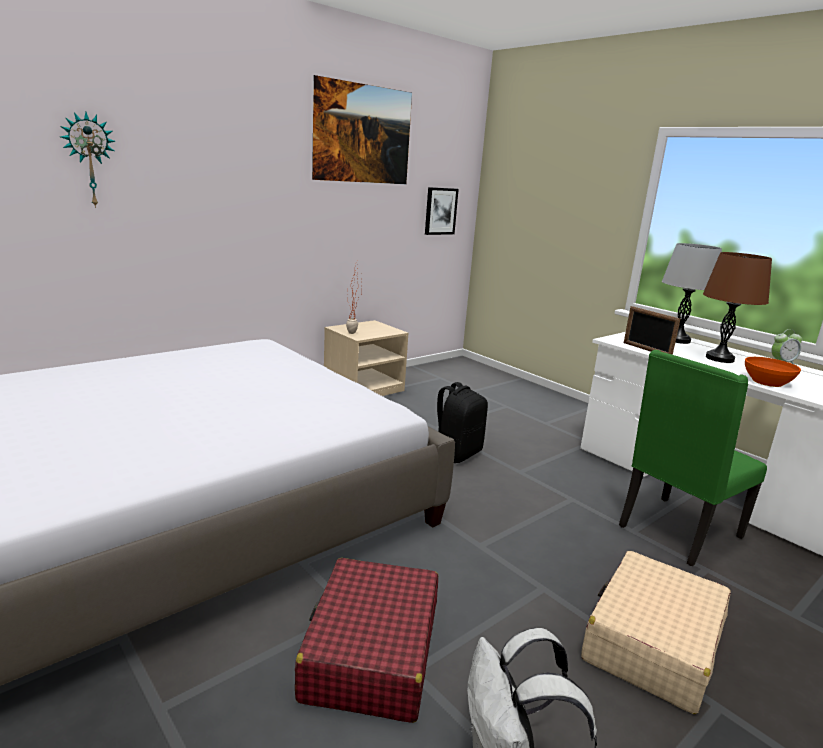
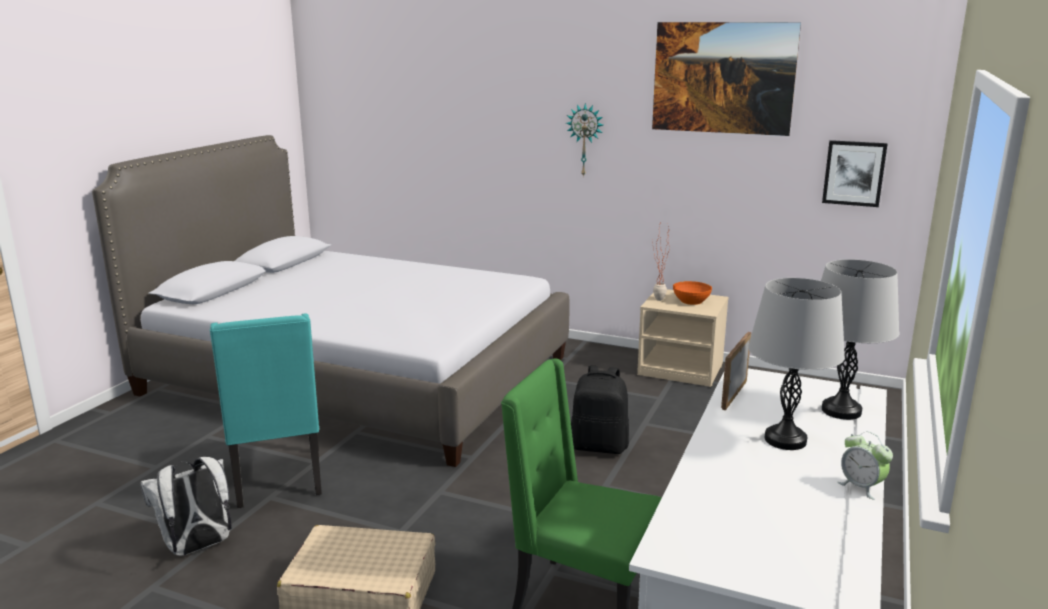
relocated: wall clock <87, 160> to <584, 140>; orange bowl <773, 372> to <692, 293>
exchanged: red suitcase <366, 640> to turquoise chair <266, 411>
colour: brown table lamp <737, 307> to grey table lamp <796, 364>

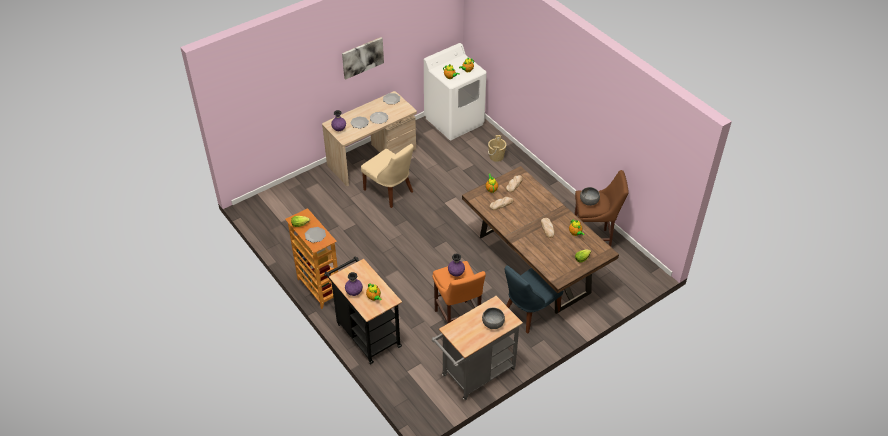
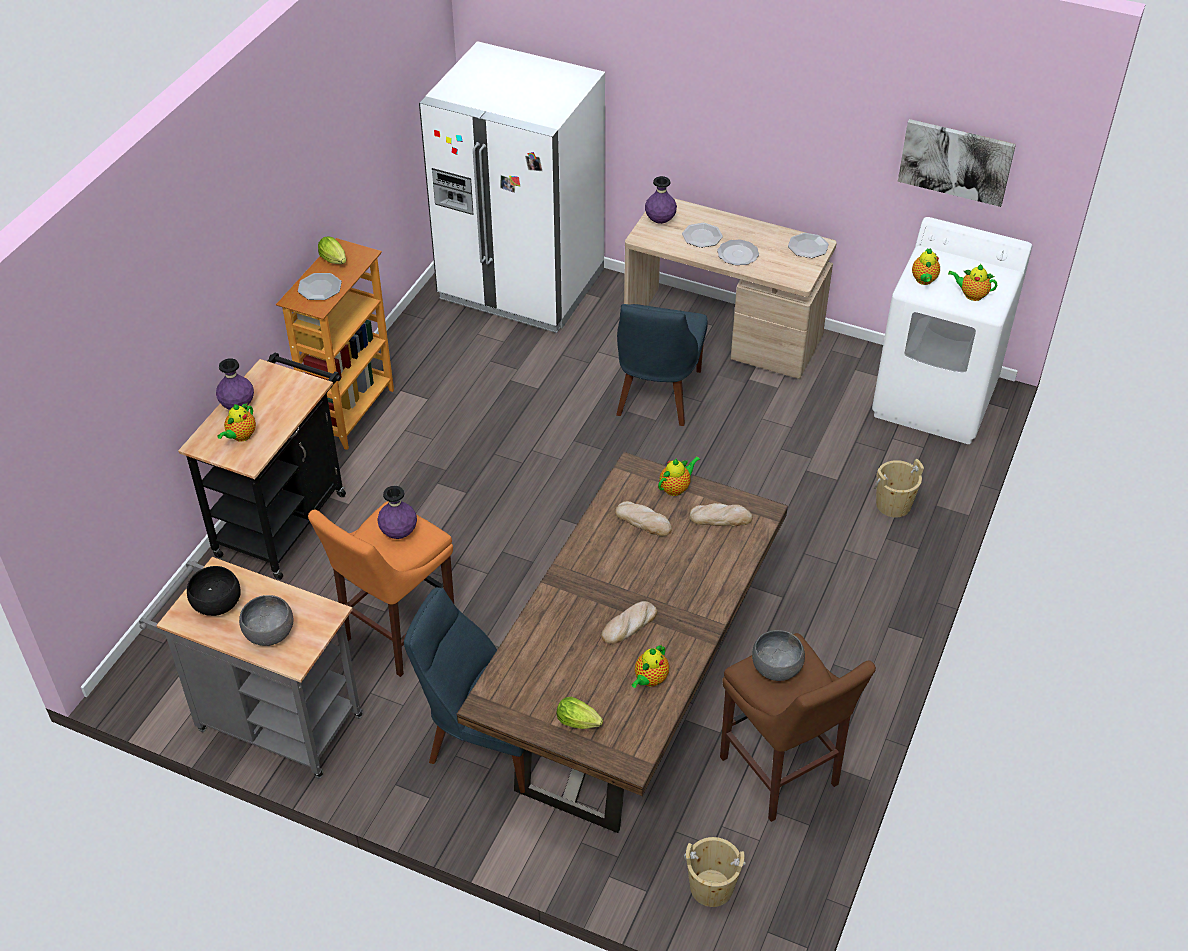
appeared: white fridge <512, 187>; black bowl <214, 591>; beige bucket <715, 872>
relocated: picture <363, 58> to <957, 163>
colour: beige chair <387, 176> to blue chair <662, 365>

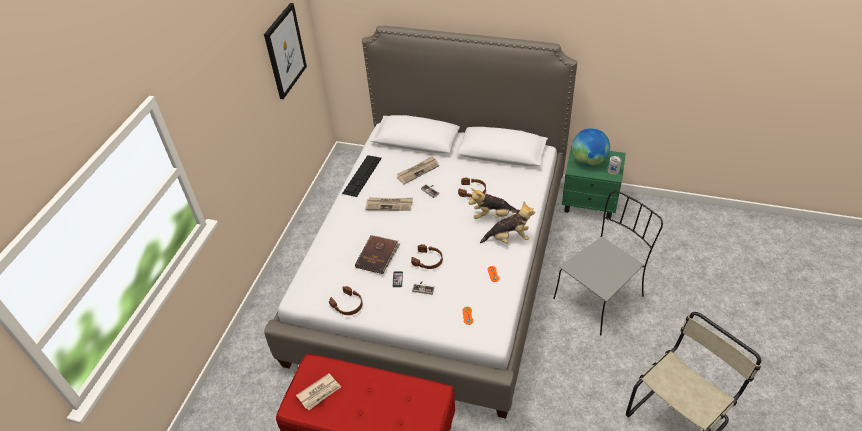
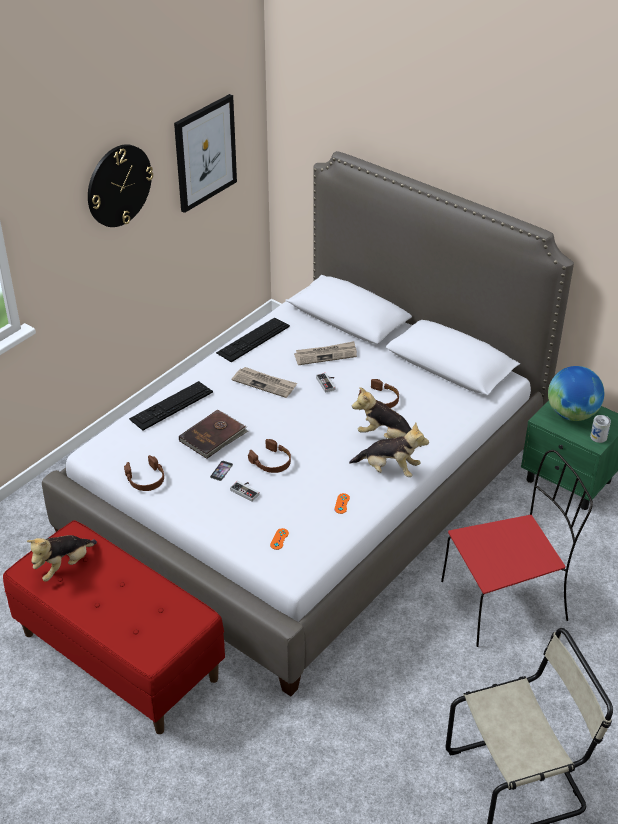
appeared: wall clock <120, 185>; keyboard <171, 406>
exchanged: newspaper <318, 391> to plush toy <61, 558>
colour: grey chair <608, 263> to red chair <517, 548>

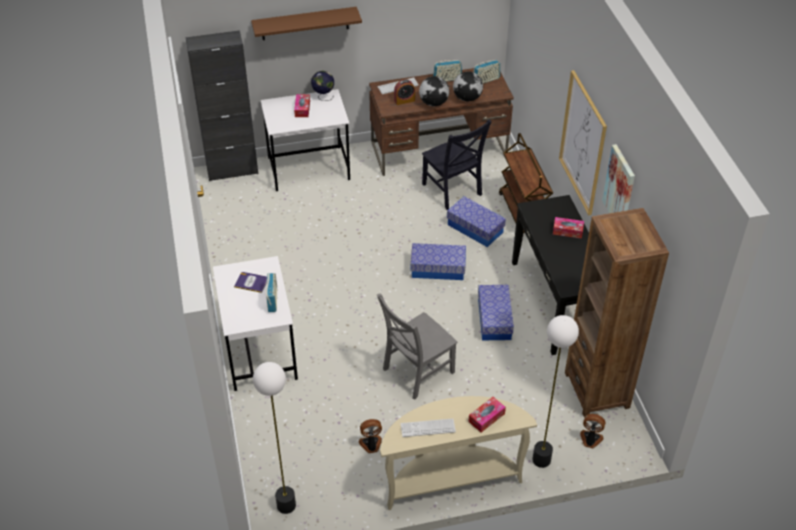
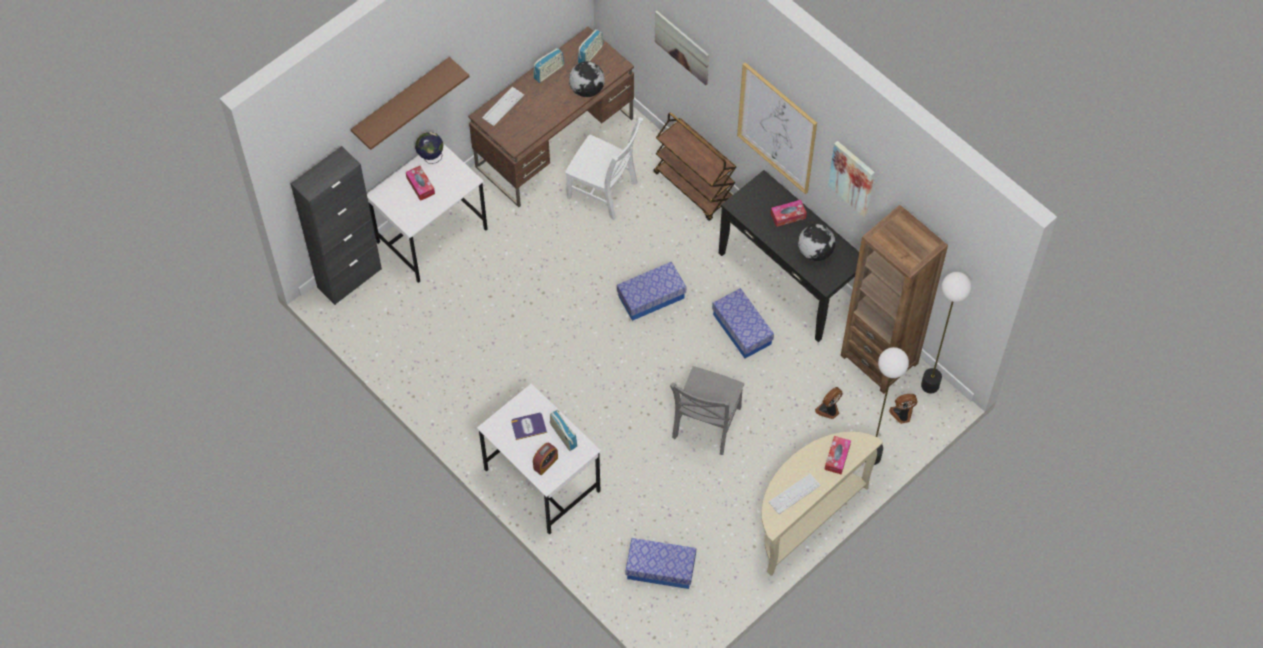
appeared: picture <682, 48>
relocated: globe <434, 91> to <817, 242>; alarm clock <404, 92> to <545, 459>; storage box <476, 221> to <661, 563>; floor lamp <274, 438> to <946, 332>; fan <370, 436> to <828, 403>
colour: black chair <457, 164> to white chair <604, 168>

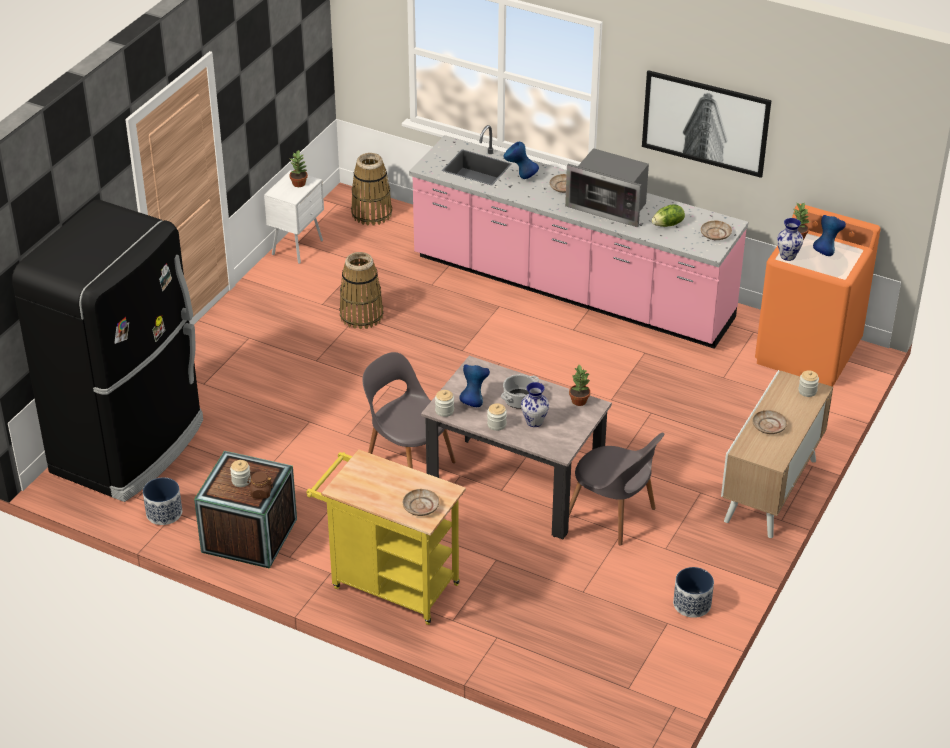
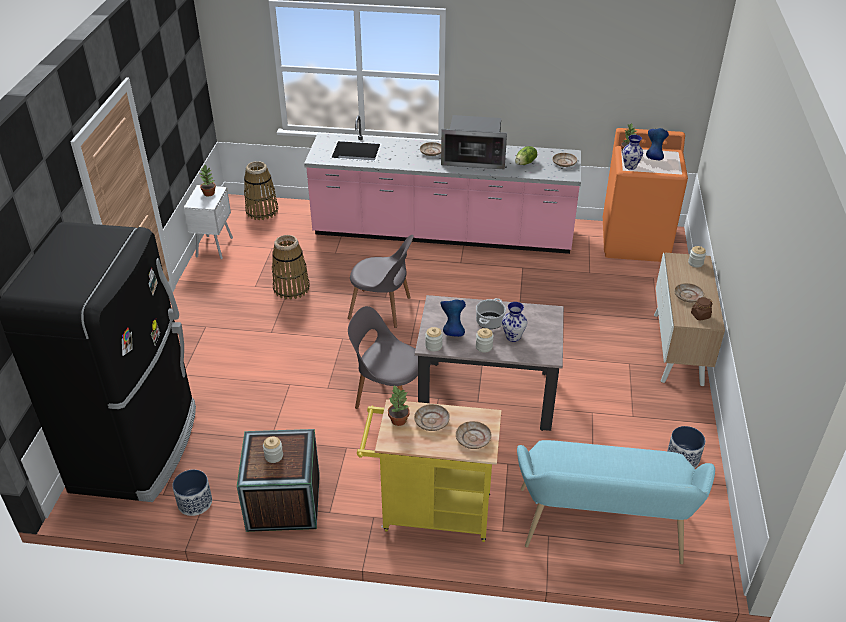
missing: picture <707, 124>; blue vase <521, 160>
appeared: beige plate <432, 417>; turquoise bench <616, 502>
relocated: potted plant <579, 385> to <399, 406>; grey chair <616, 489> to <381, 281>; brown jar <260, 485> to <702, 308>

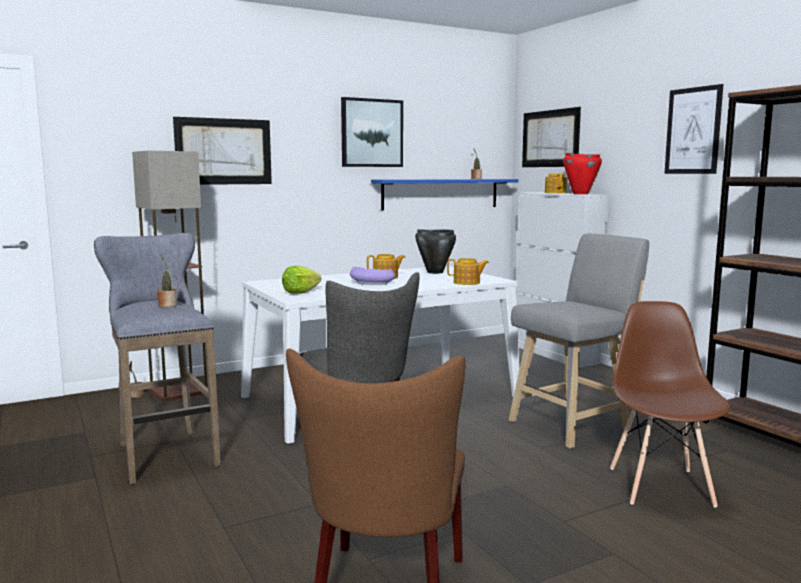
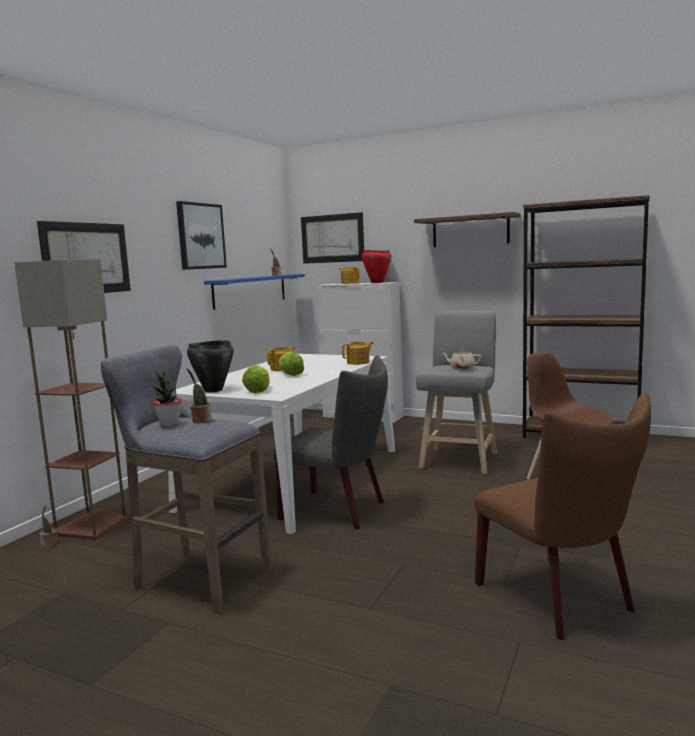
appeared: beige teapot <462, 359>; potted plant <167, 399>
relocated: black cooking pot <435, 251> to <210, 366>
exchanged: picture <693, 129> to shelf <467, 229>; purple bowl <372, 276> to lettuce <291, 364>

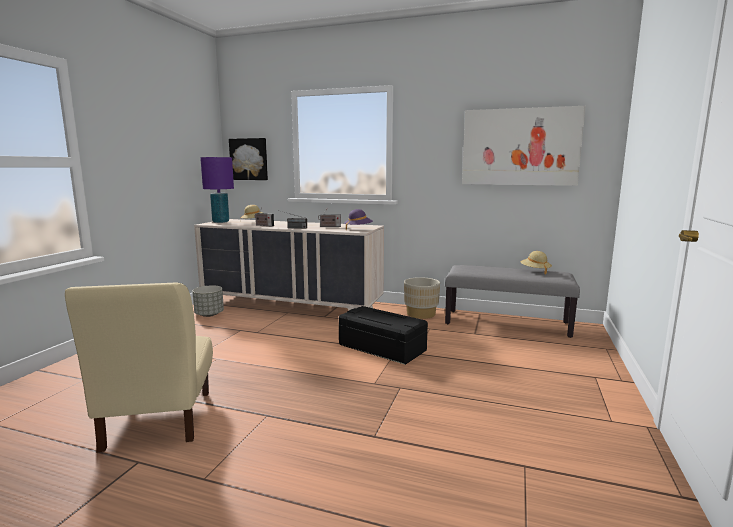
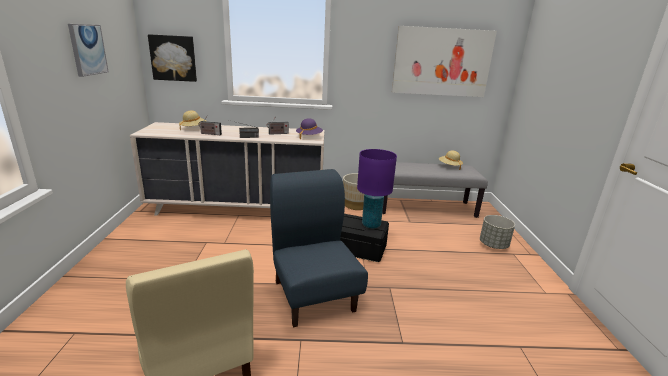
appeared: picture <88, 50>; blue chair <319, 248>
relocated: purple table lamp <217, 190> to <377, 188>; grey planter <208, 301> to <497, 232>

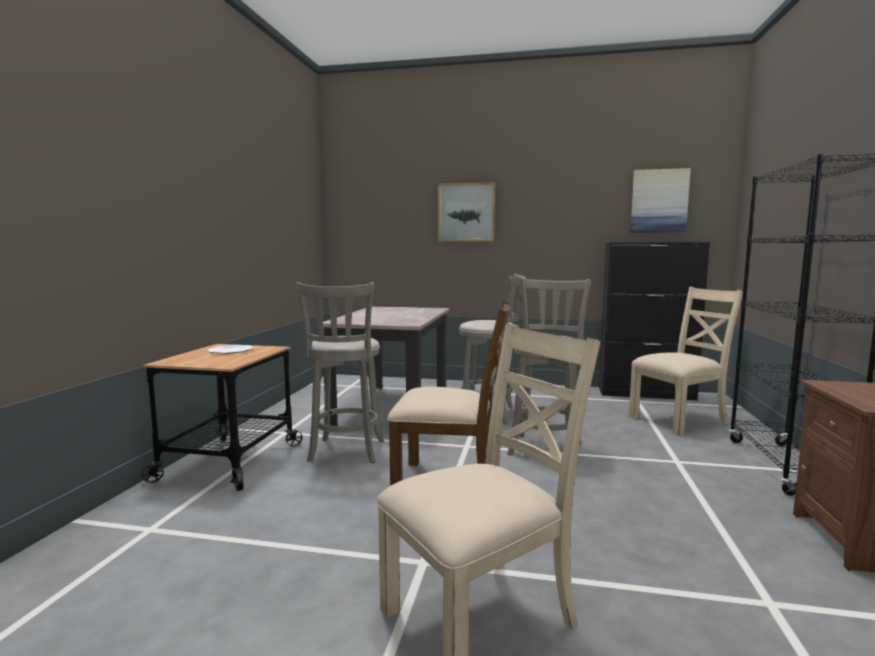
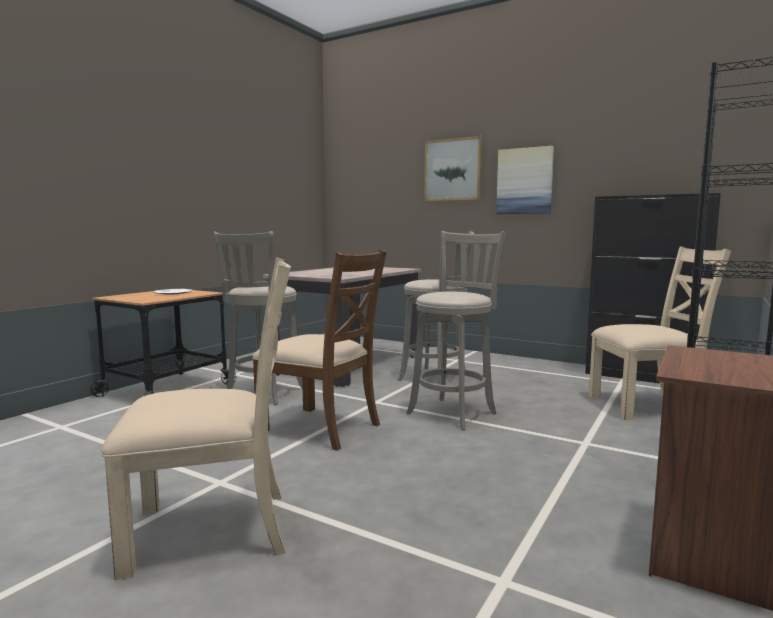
relocated: picture <660, 200> to <525, 180>

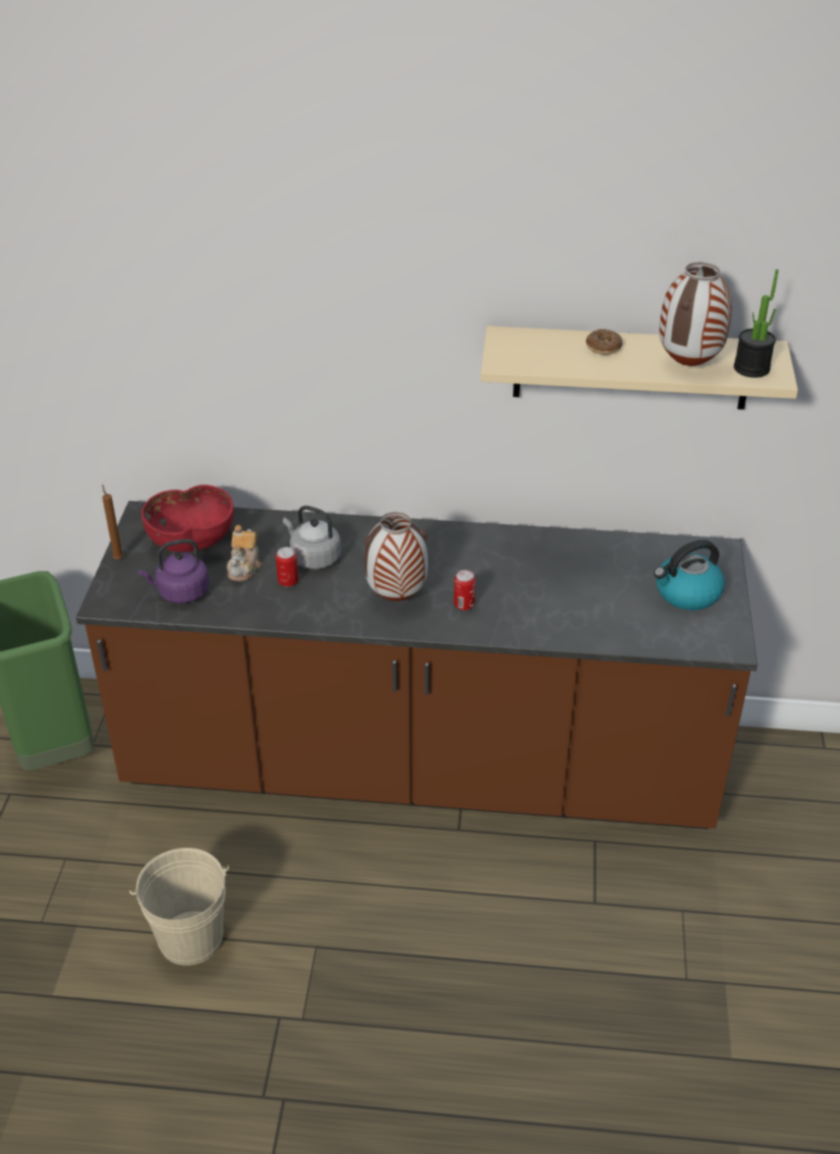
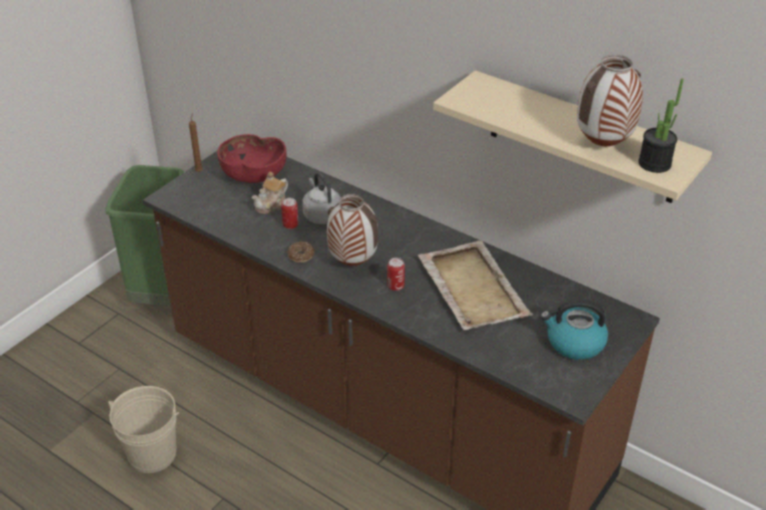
missing: purple kettle <173, 571>
appeared: beige tray <475, 285>
relocated: donut <604, 342> to <300, 252>

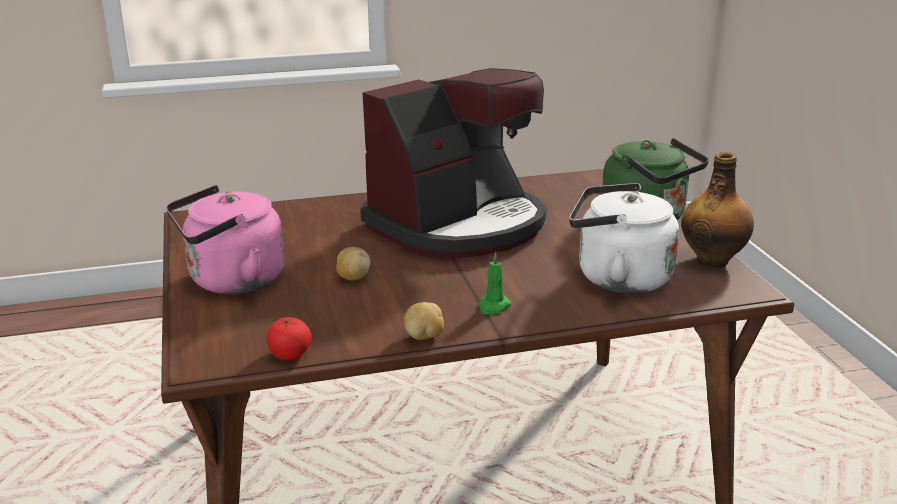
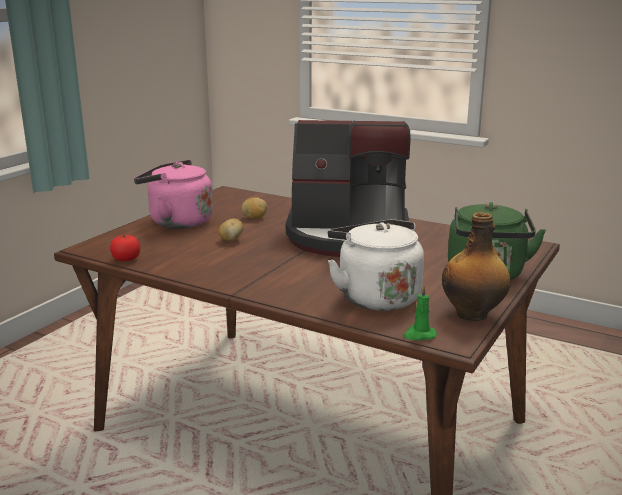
relocated: green candle <494, 283> to <420, 312>; potato <424, 321> to <254, 208>

